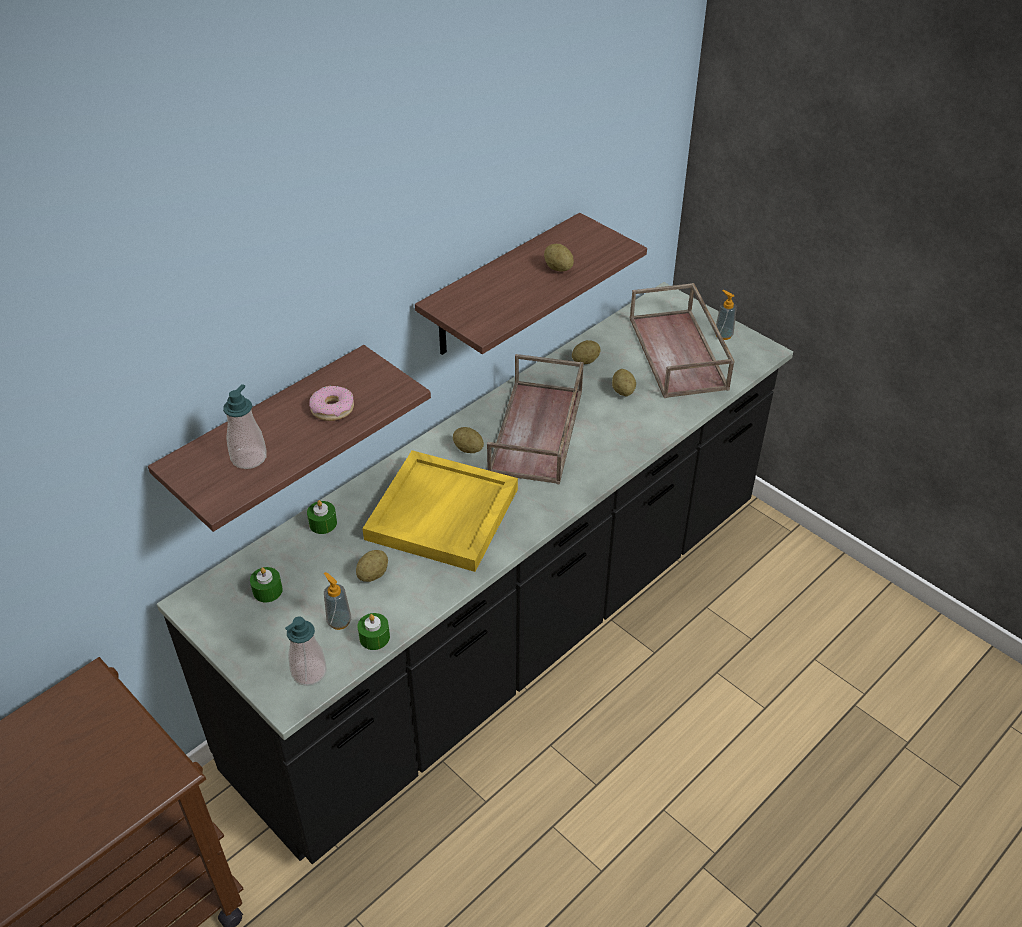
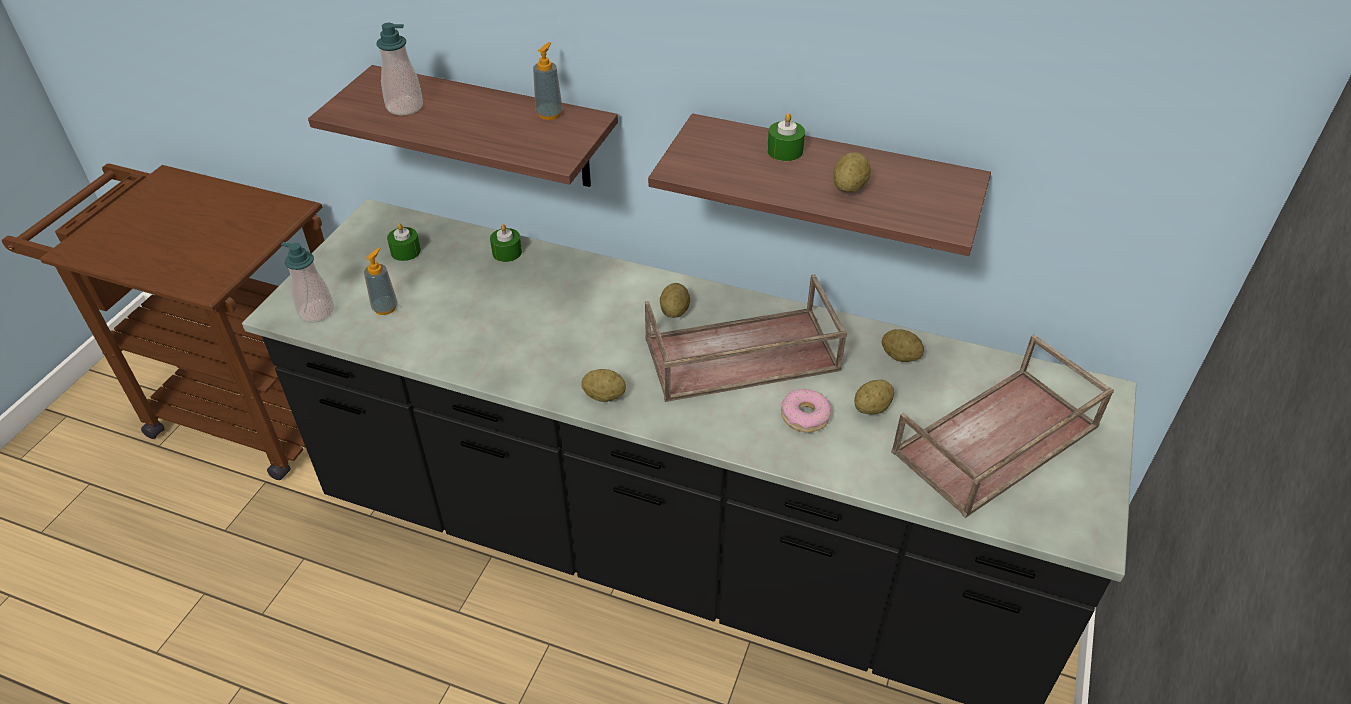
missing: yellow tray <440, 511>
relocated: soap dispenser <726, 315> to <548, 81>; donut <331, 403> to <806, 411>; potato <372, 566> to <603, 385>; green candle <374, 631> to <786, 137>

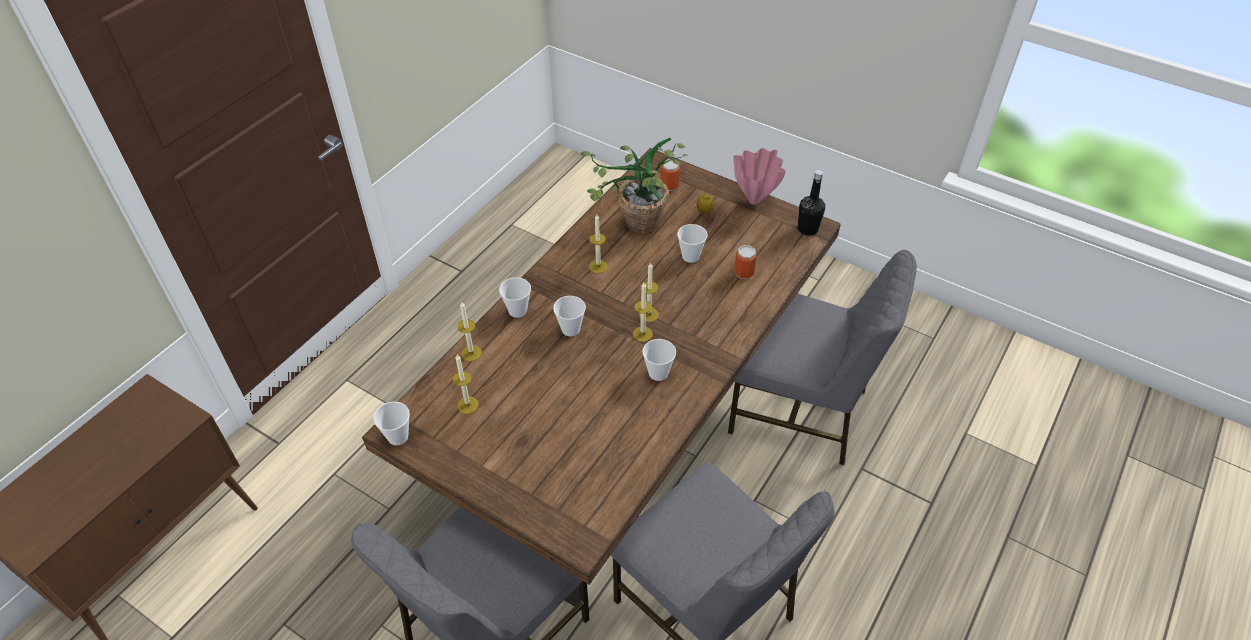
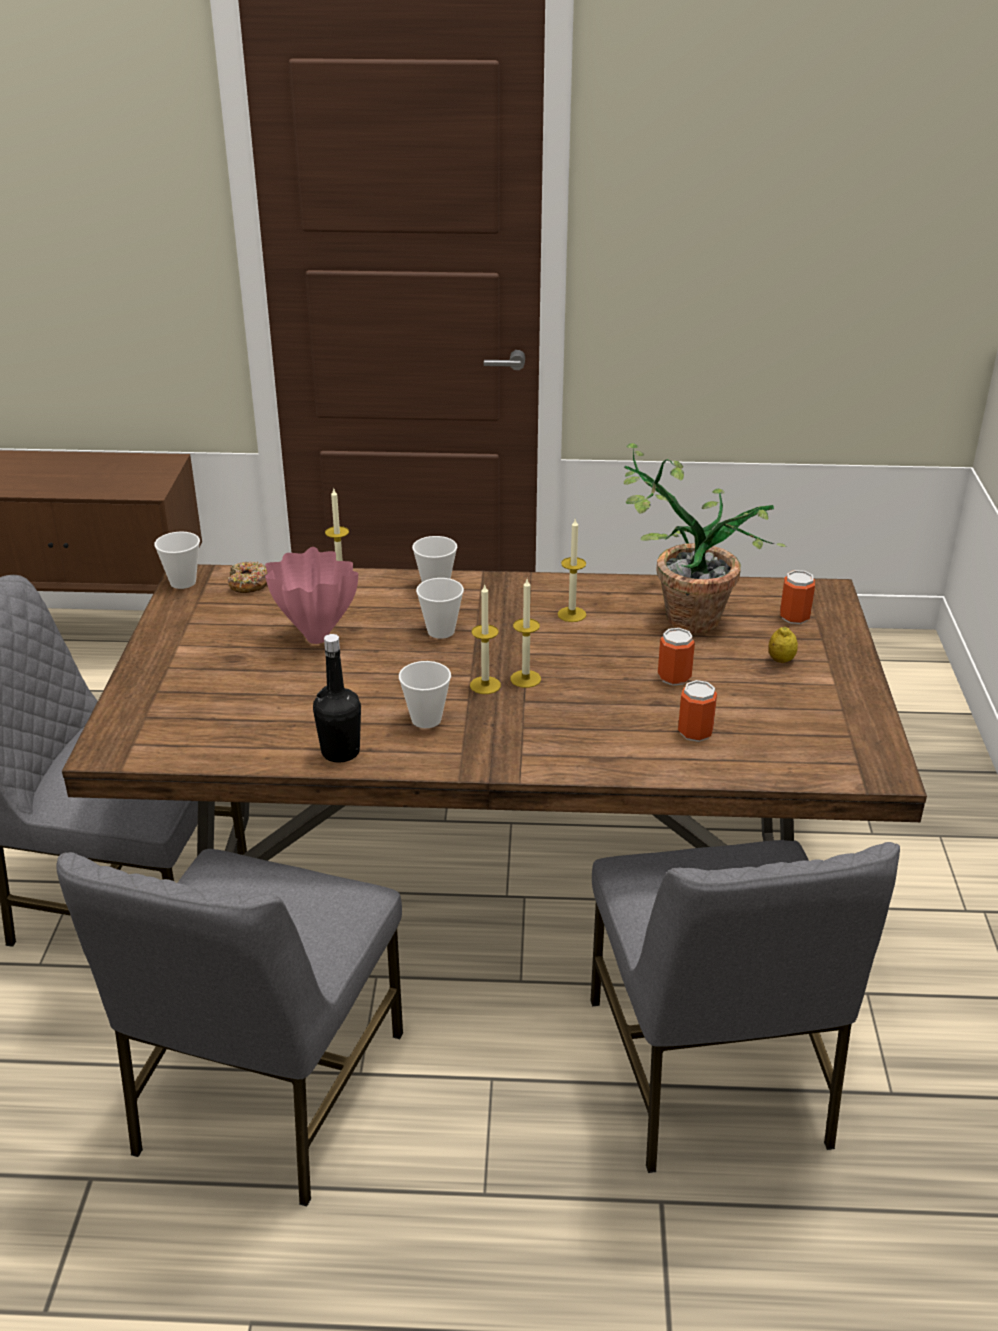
missing: candle <466, 384>
appeared: donut <248, 577>
relocated: pink vase <759, 176> to <311, 595>; black bottle <811, 203> to <337, 698>
exchanged: cup <692, 243> to can <676, 657>

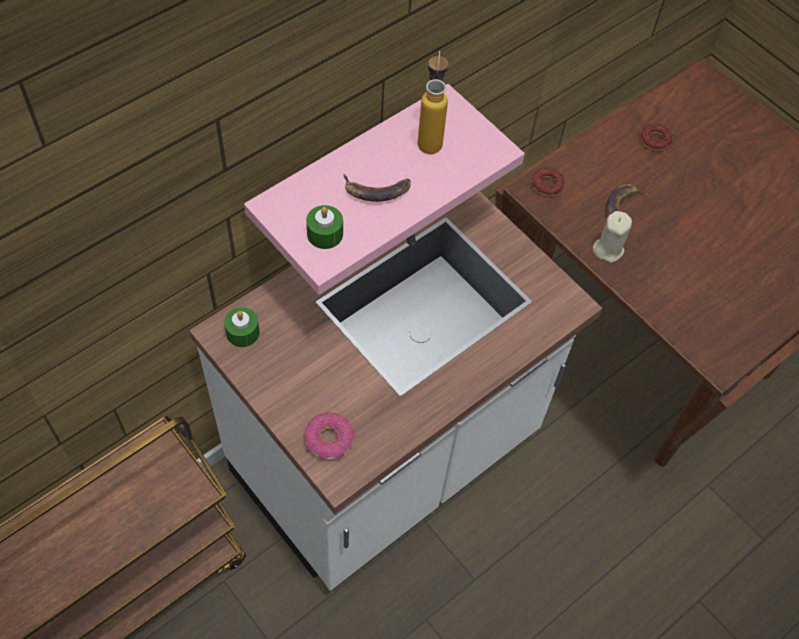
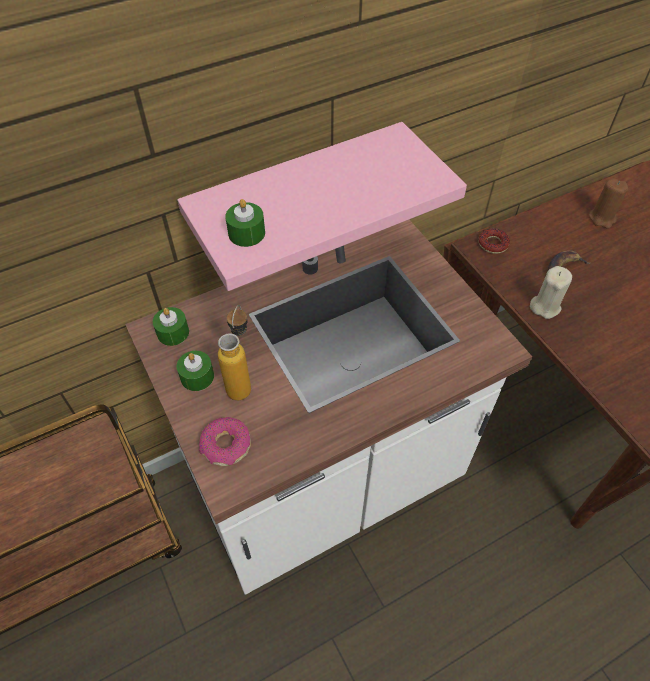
missing: banana <377, 188>
appeared: green candle <195, 371>
relocated: bottle <433, 102> to <234, 352>
exchanged: donut <656, 137> to brown candle <608, 203>

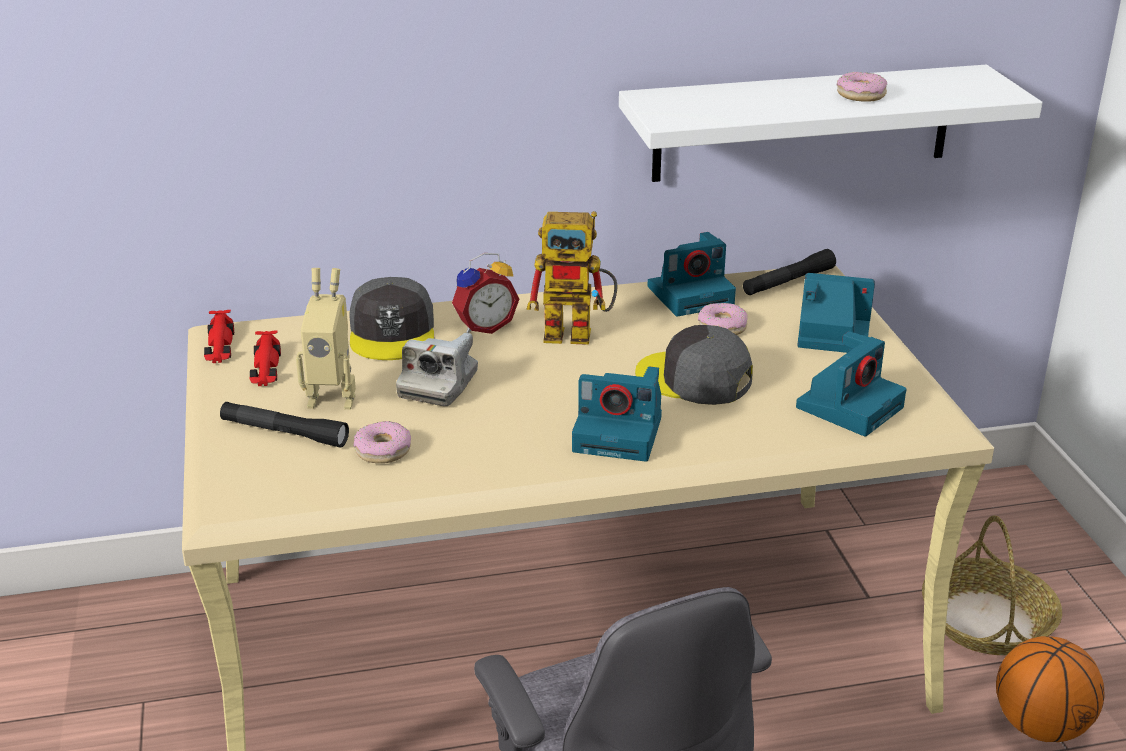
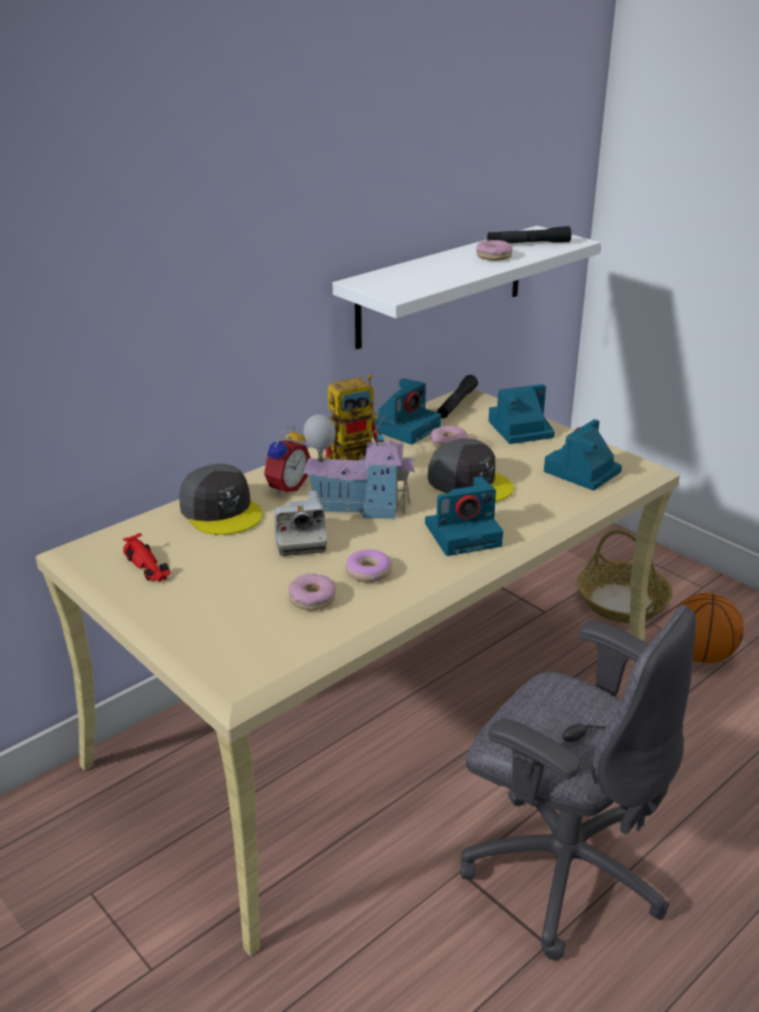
missing: toy robot <326, 339>; red toy car <219, 336>
appeared: toy house <359, 465>; donut <369, 565>
relocated: black flashlight <284, 425> to <529, 234>
spun: grey cap <694, 365> = <470, 470> 135 degrees counterclockwise; photo camera <851, 383> = <583, 454> 150 degrees counterclockwise

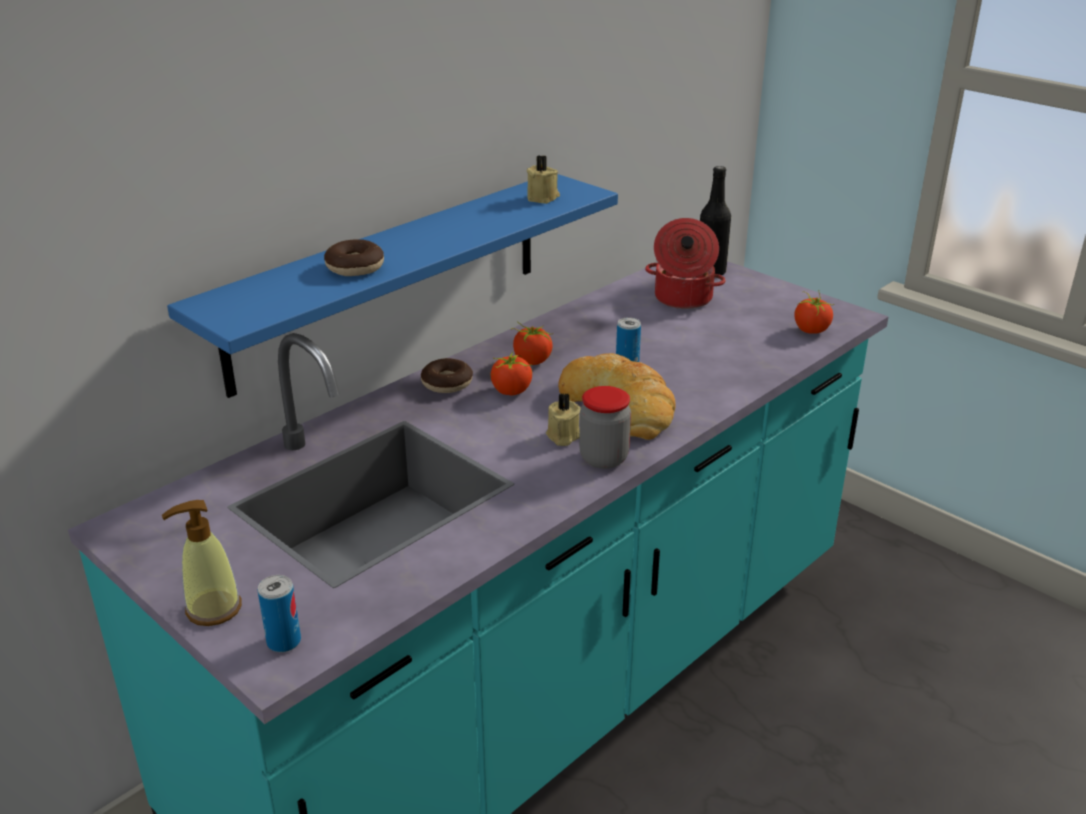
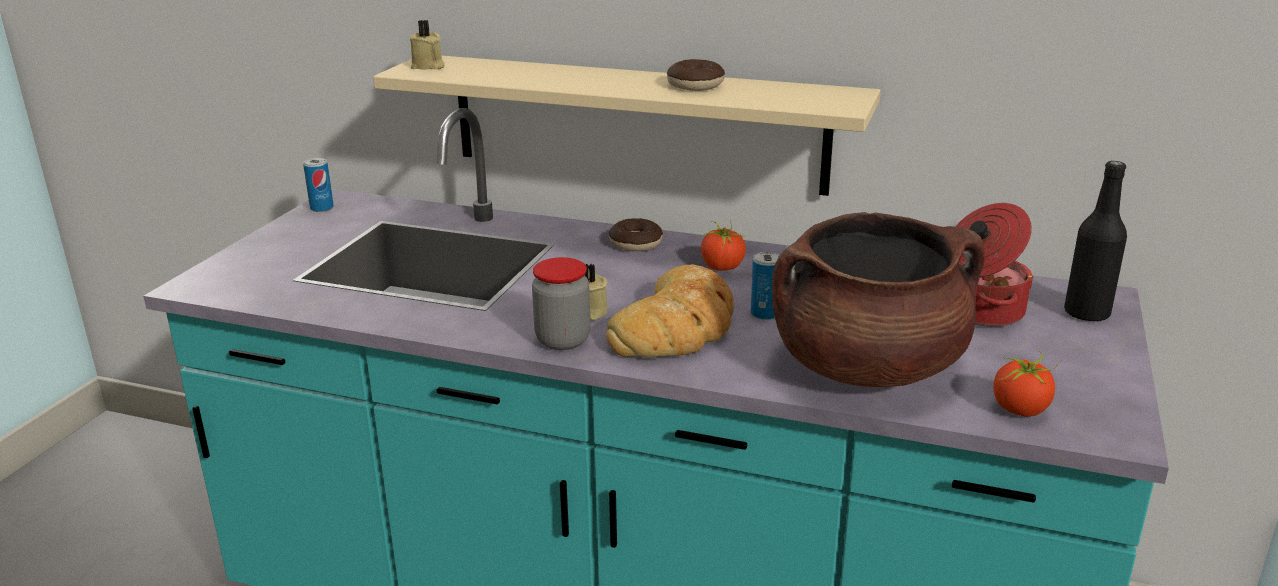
missing: tomato <511, 373>; soap dispenser <202, 563>
appeared: brown cooking pot <878, 299>
relocated: beige candle <543, 180> to <427, 45>; donut <354, 257> to <696, 75>; can <279, 613> to <318, 185>
colour: blue shelf <392, 286> to beige shelf <627, 126>

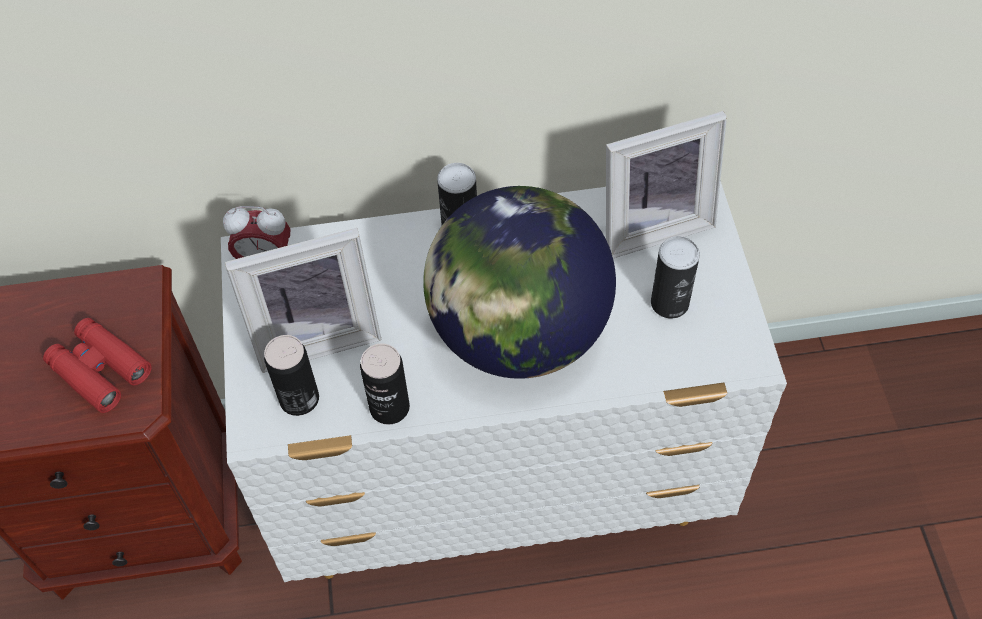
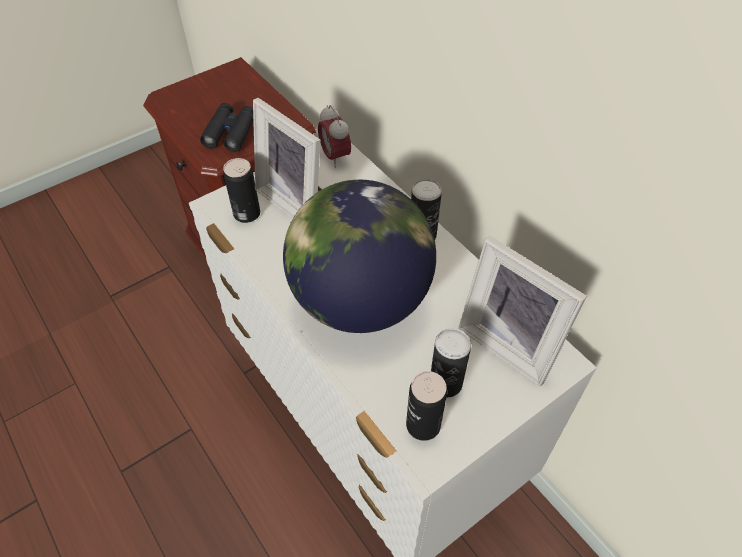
relocated: can <385, 384> to <426, 406>
colour: red binoculars <97, 365> to black binoculars <226, 127>

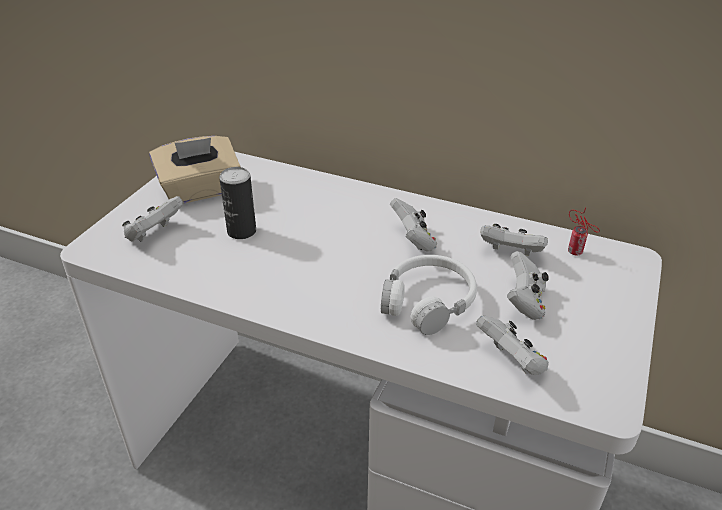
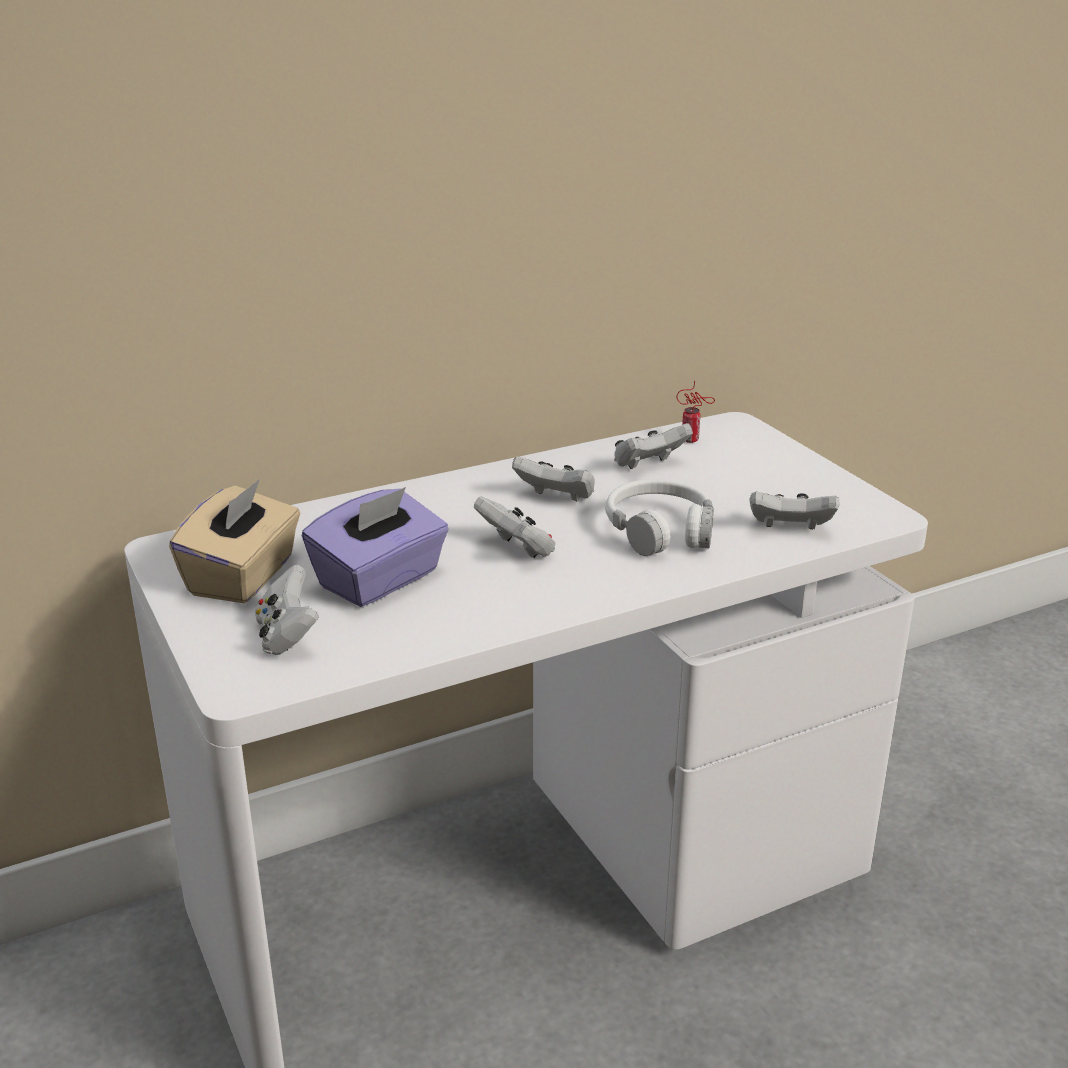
relocated: white game controller <528, 285> to <514, 527>
exchanged: can <237, 203> to purple tissue box <375, 547>

